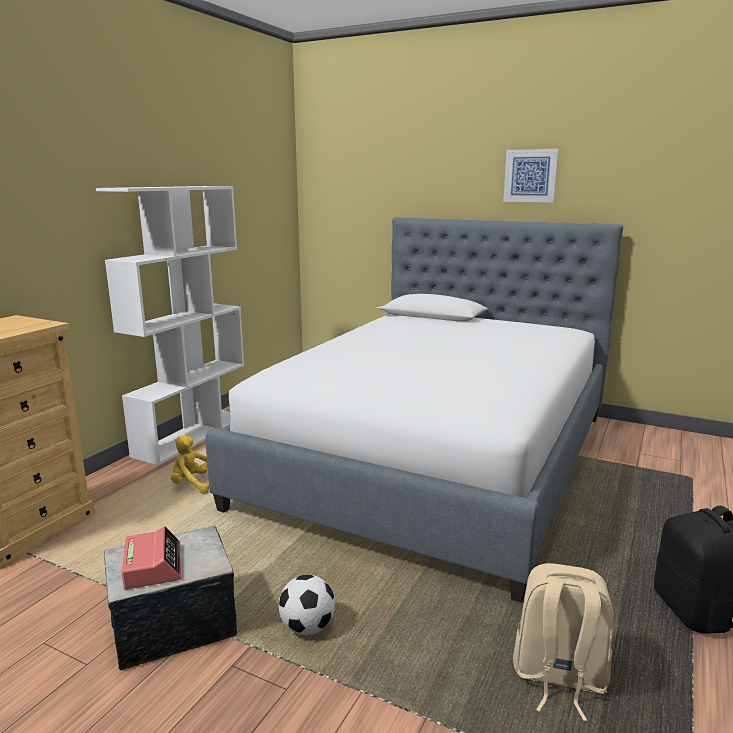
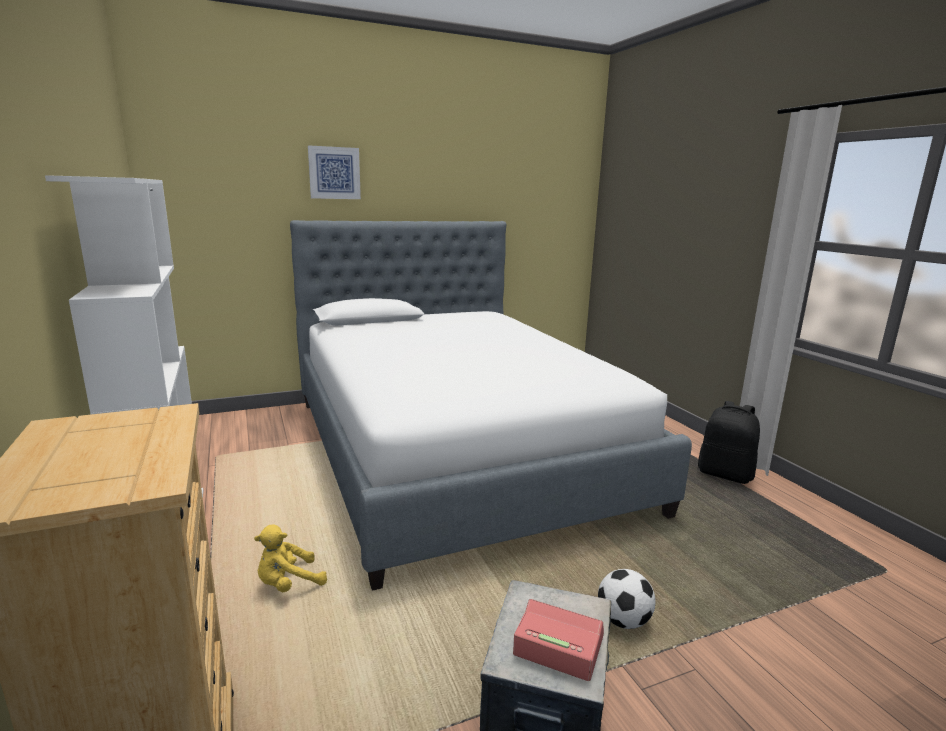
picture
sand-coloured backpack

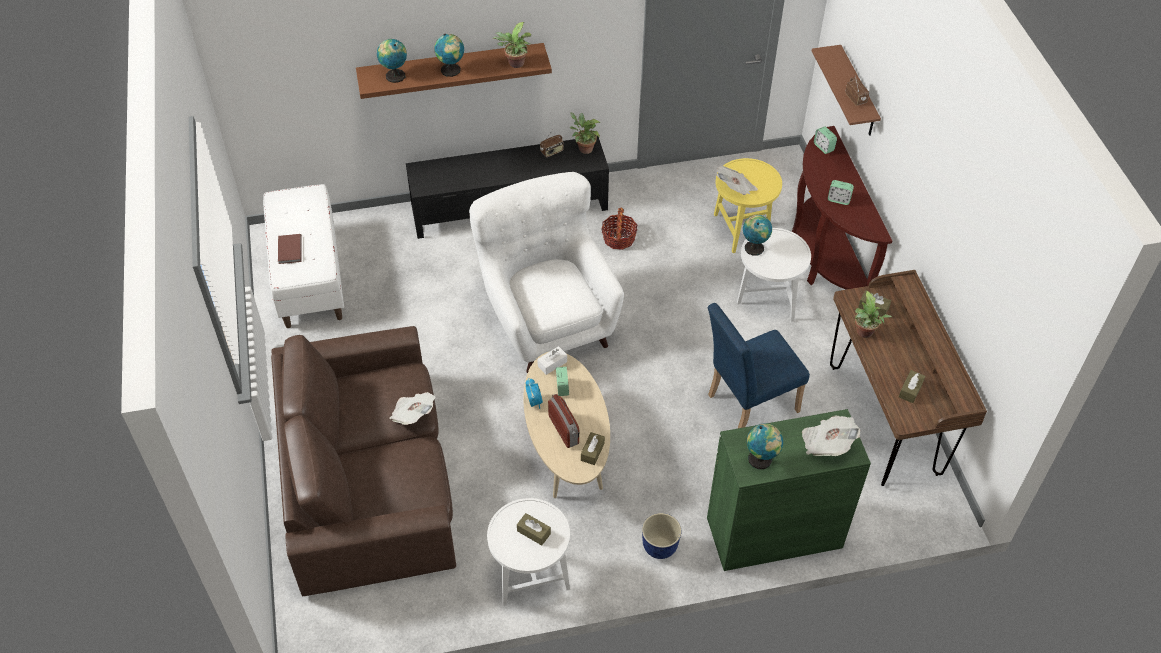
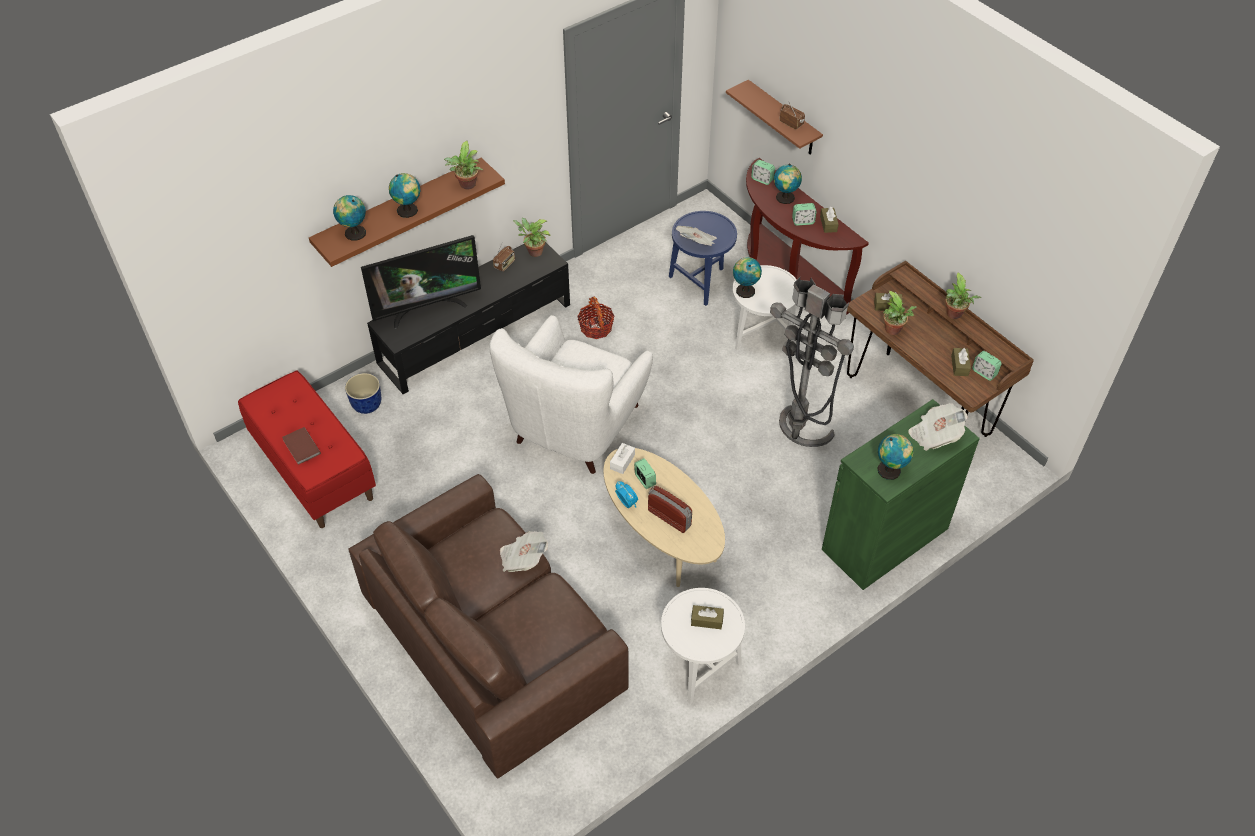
red long seat
whitish armchair
brown-coloured tissue box (no. 2 from left)
plant pot
gray standard lamp
blue-coloured accent table
TV
globe (no. 4 from left)
potted plant (no. 4 from left)
alarm clock (no. 5 from left)

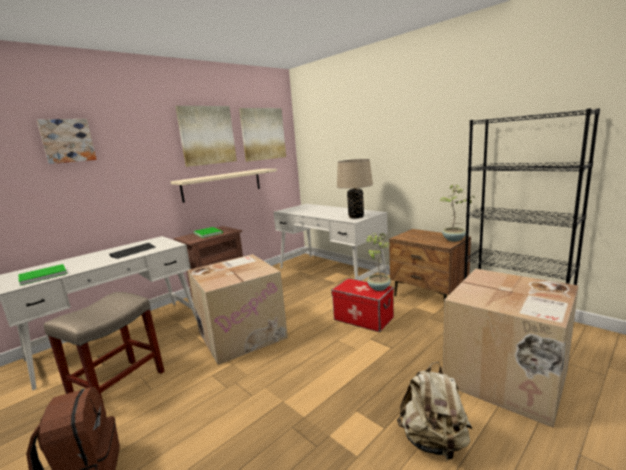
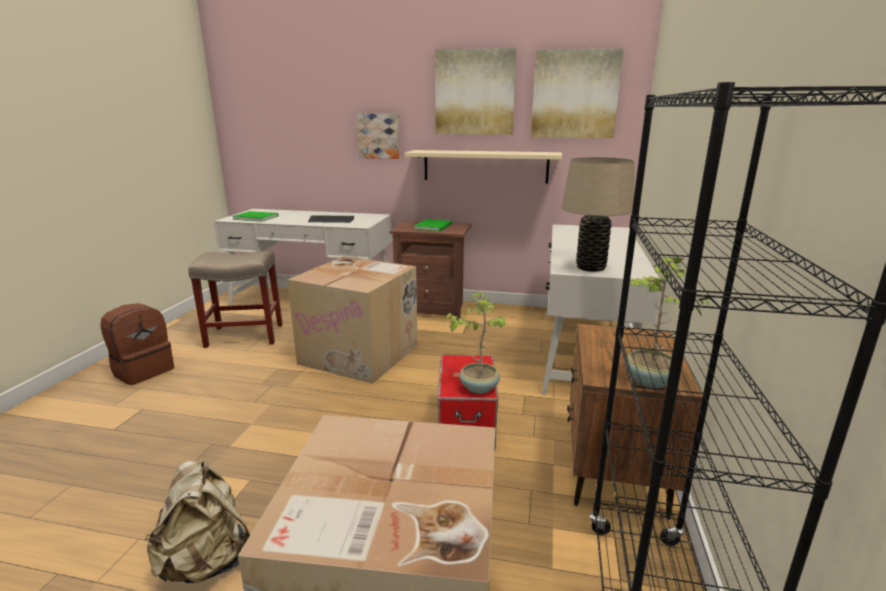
picture (no. 1 from left)

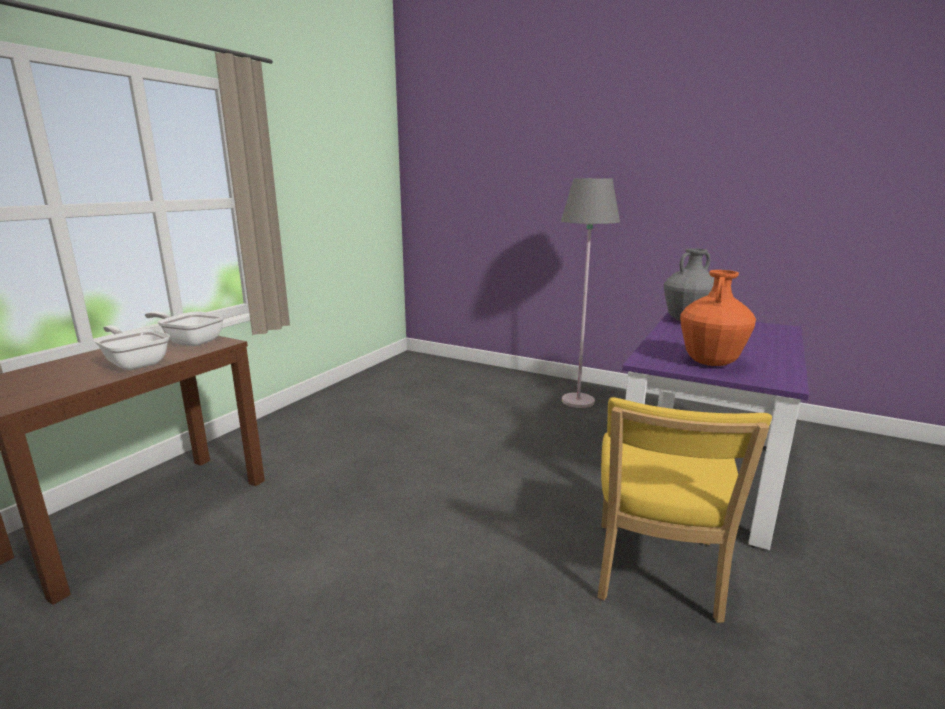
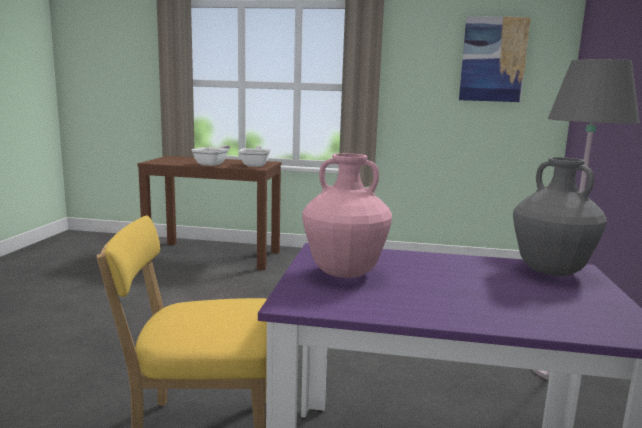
pink vase
picture

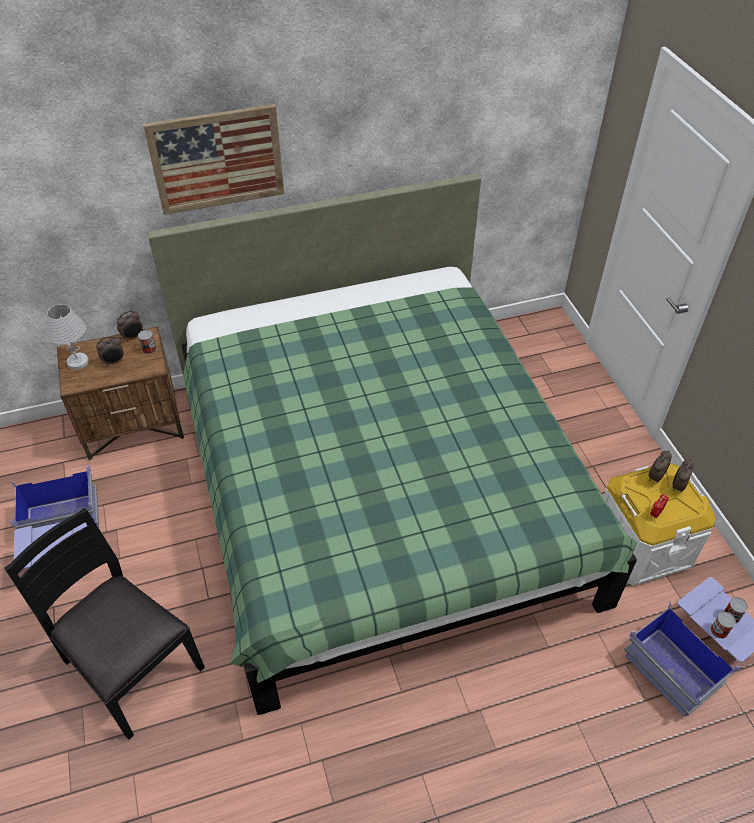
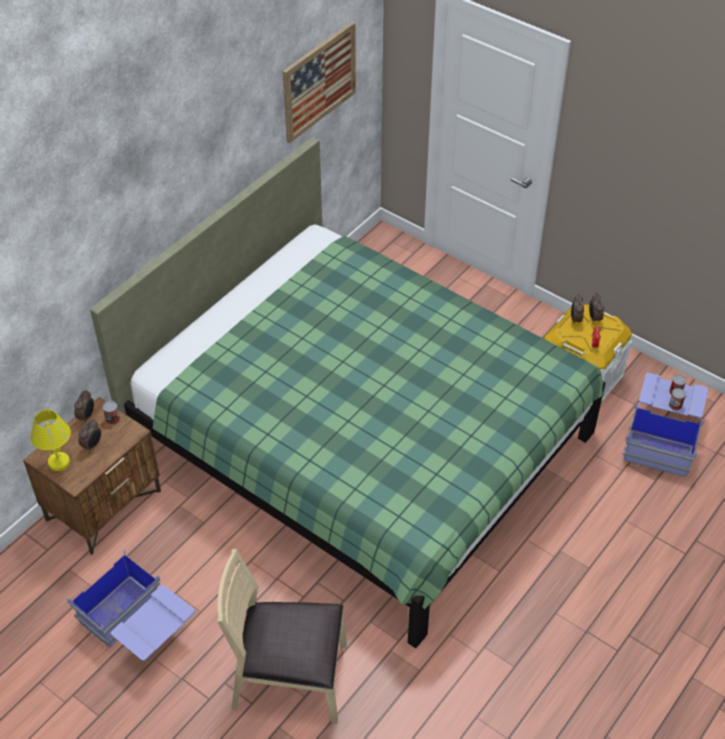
sand-coloured chair
yellow table lamp
picture

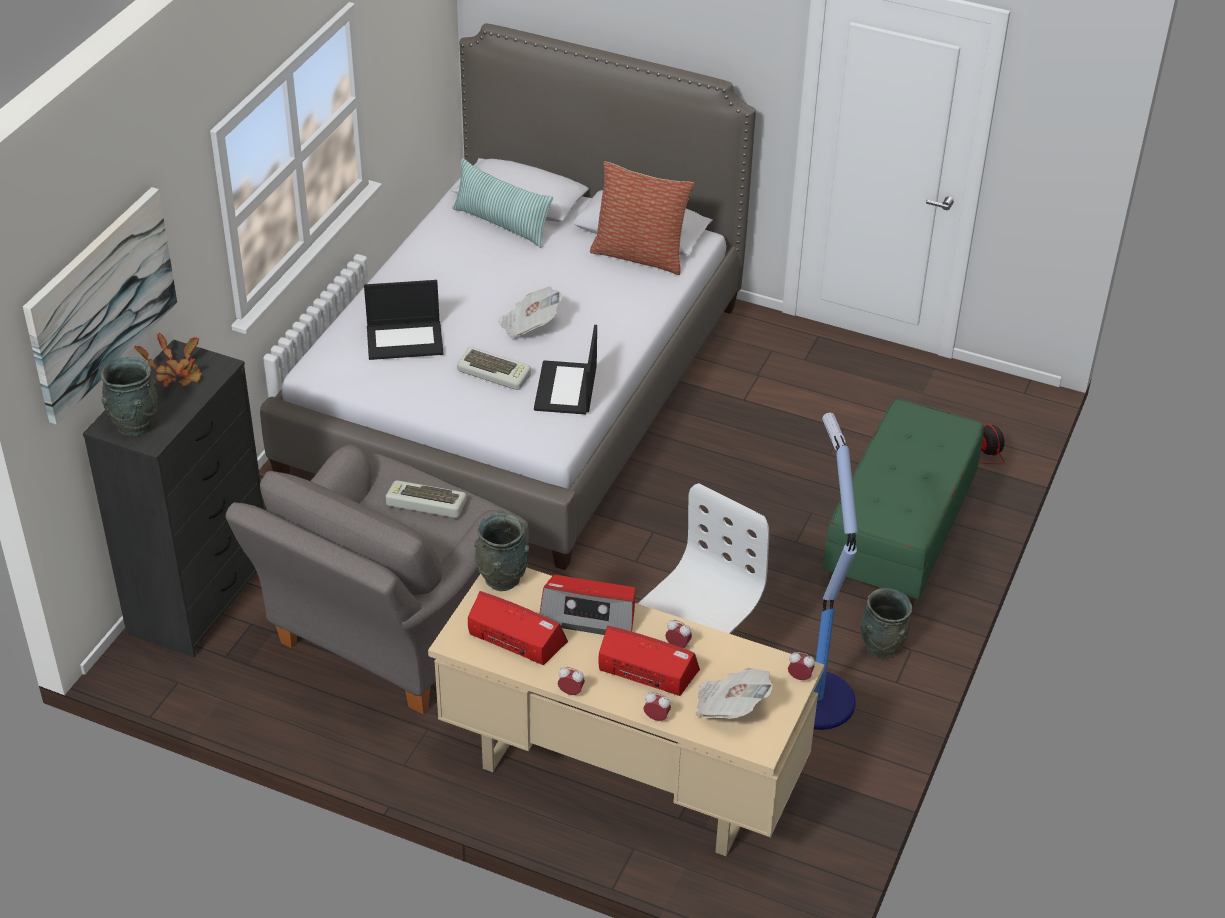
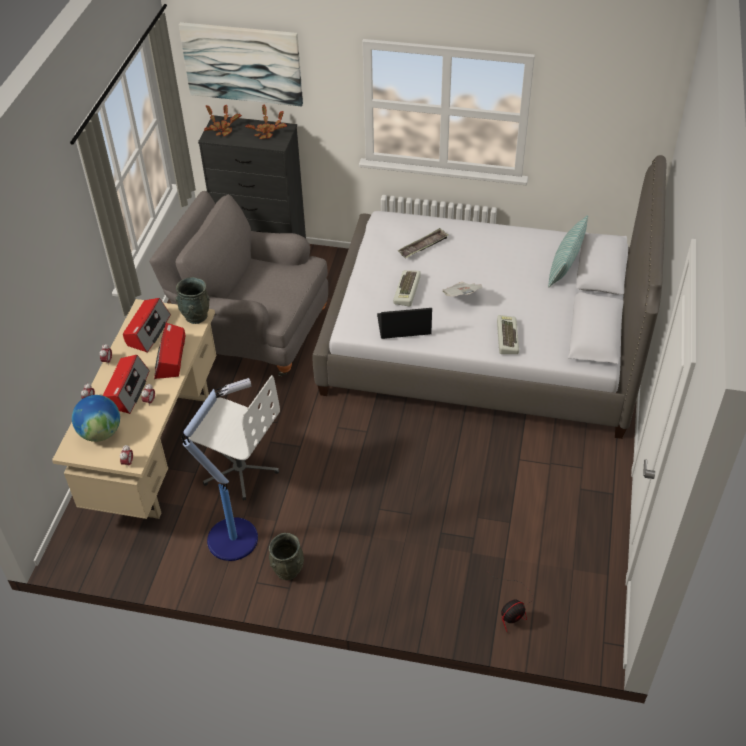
potted plant (no. 1 from left)
serving tray
keyboard (no. 2 from left)
cushion (no. 2 from left in the first image)
globe
greenish long seat

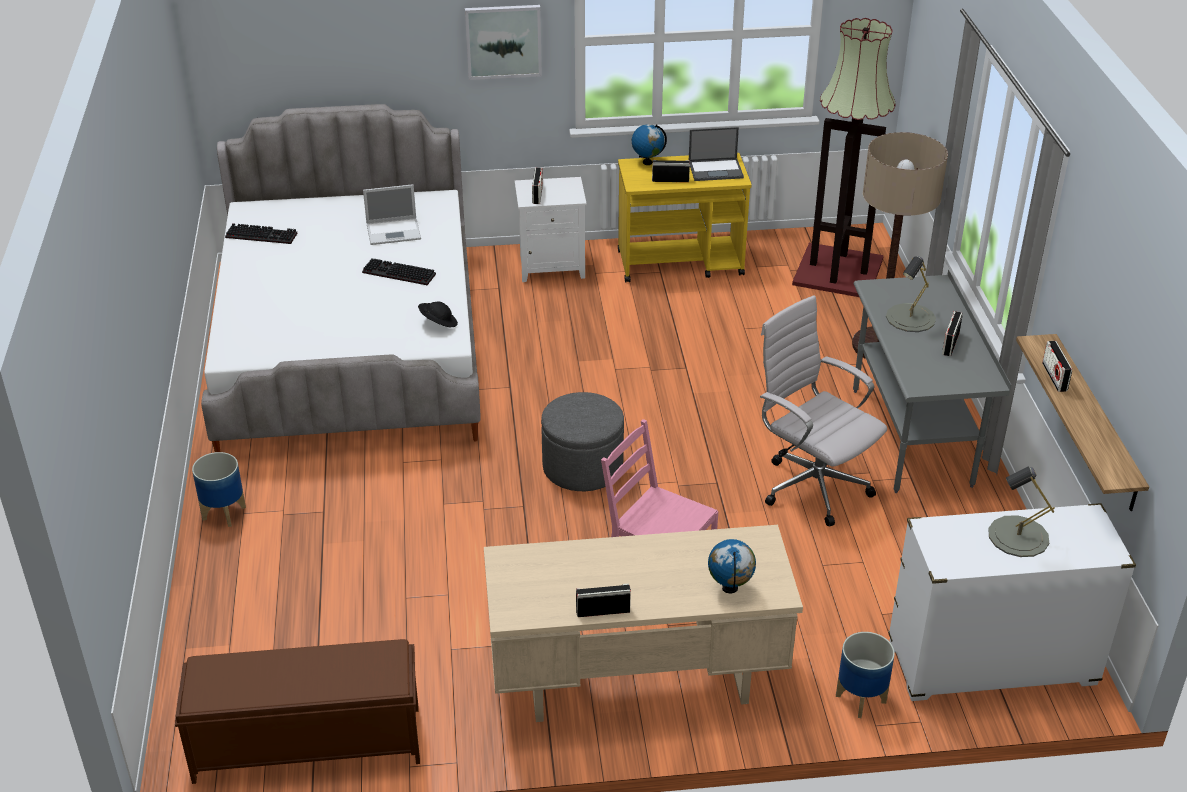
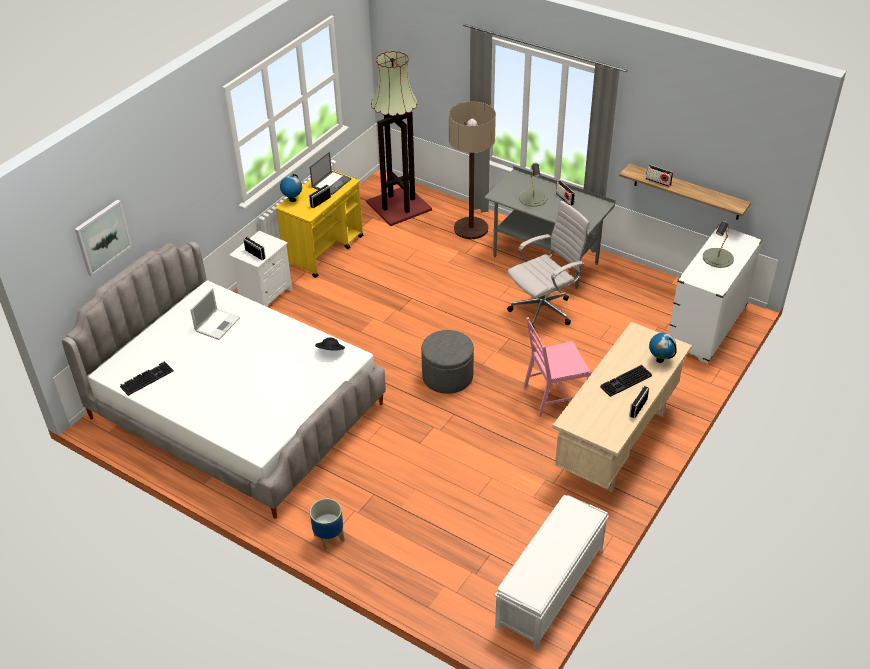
whitish long seat
keyboard (no. 2 from left)
picture
whitish office chair
plant pot (no. 2 from left in the first image)

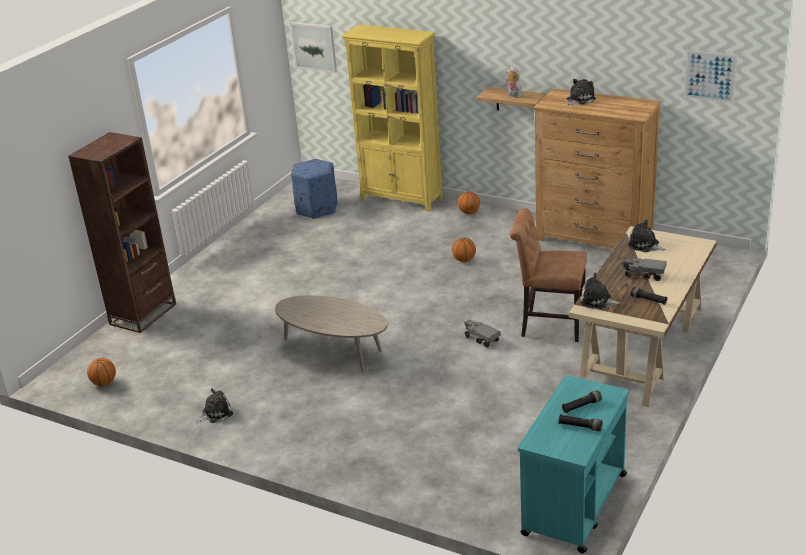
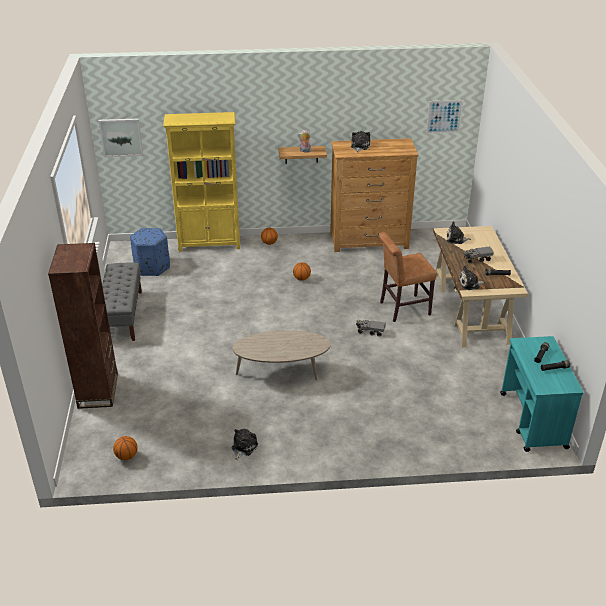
gray long seat

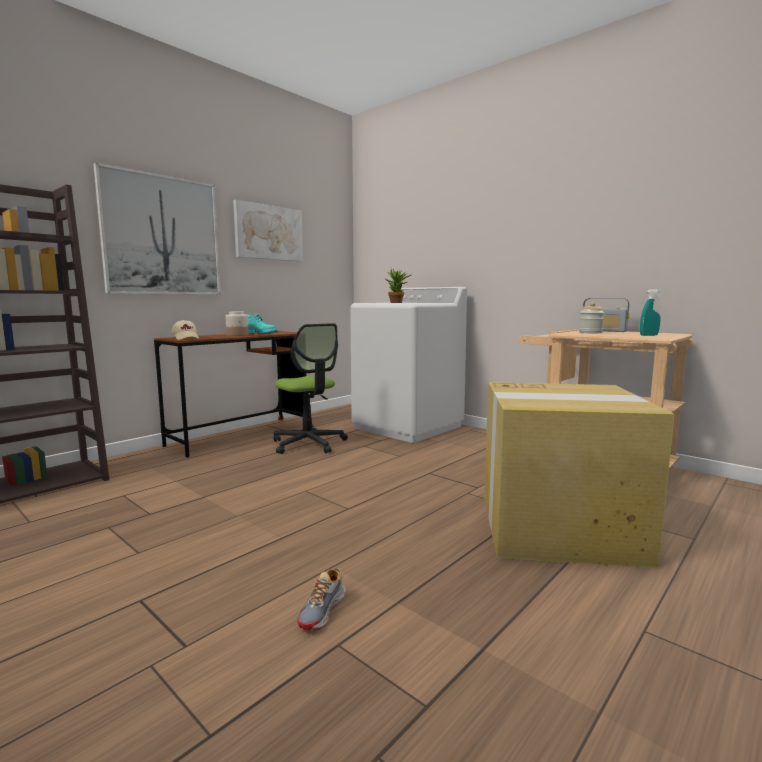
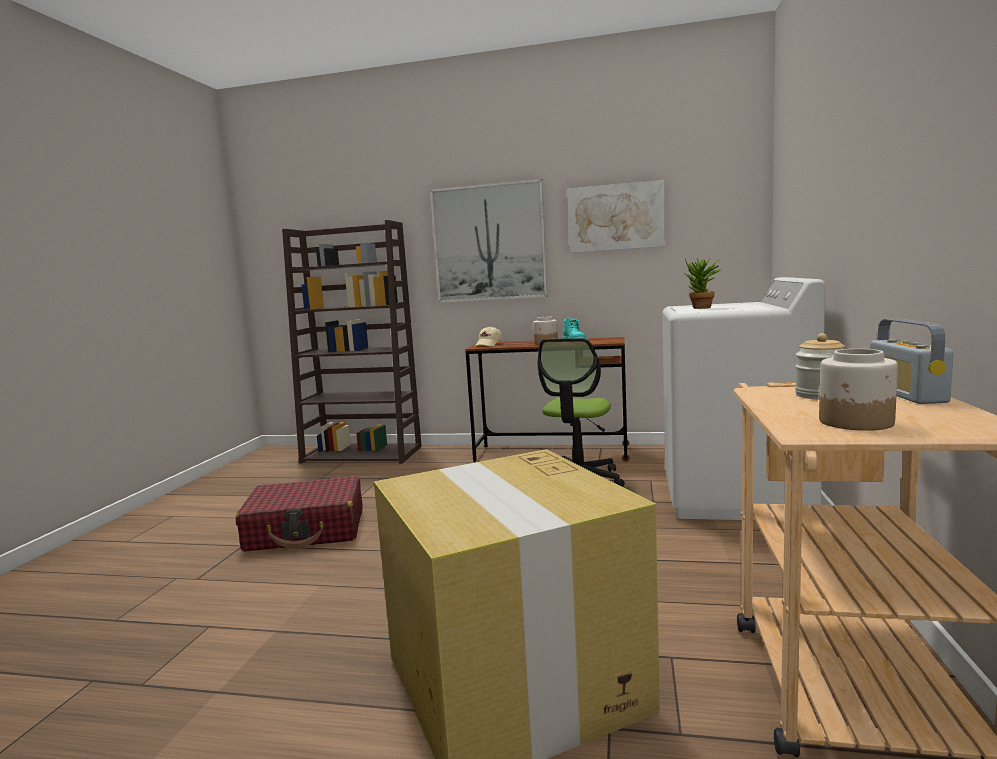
shoe
jar (no. 3 from left)
red piece of luggage

